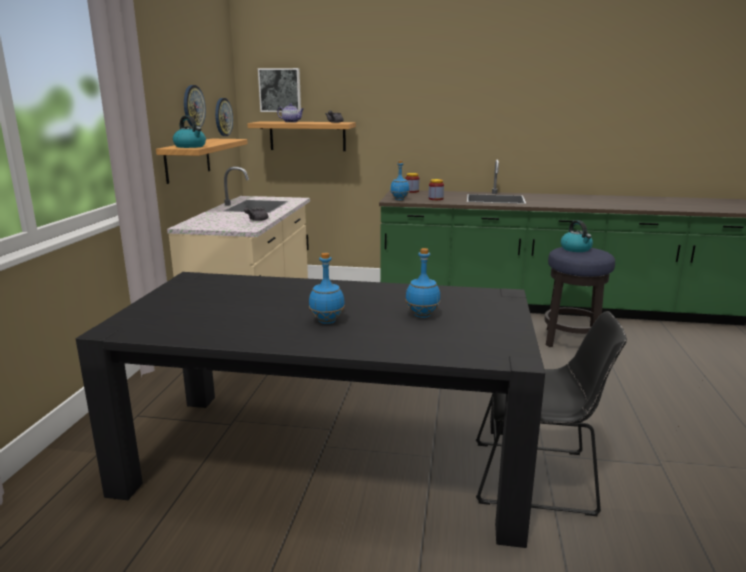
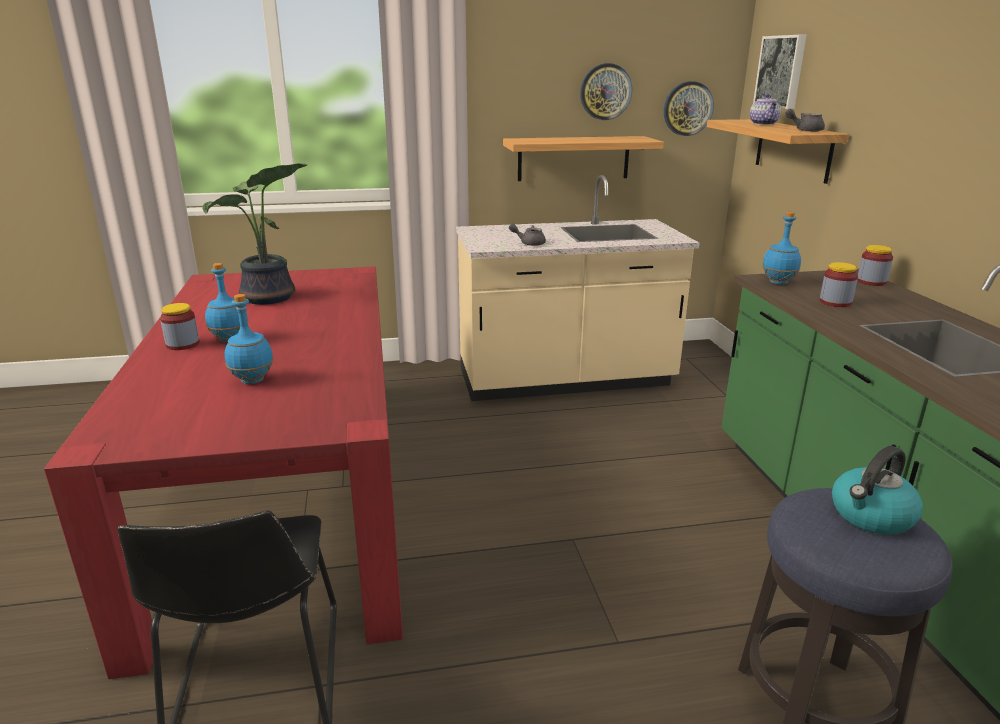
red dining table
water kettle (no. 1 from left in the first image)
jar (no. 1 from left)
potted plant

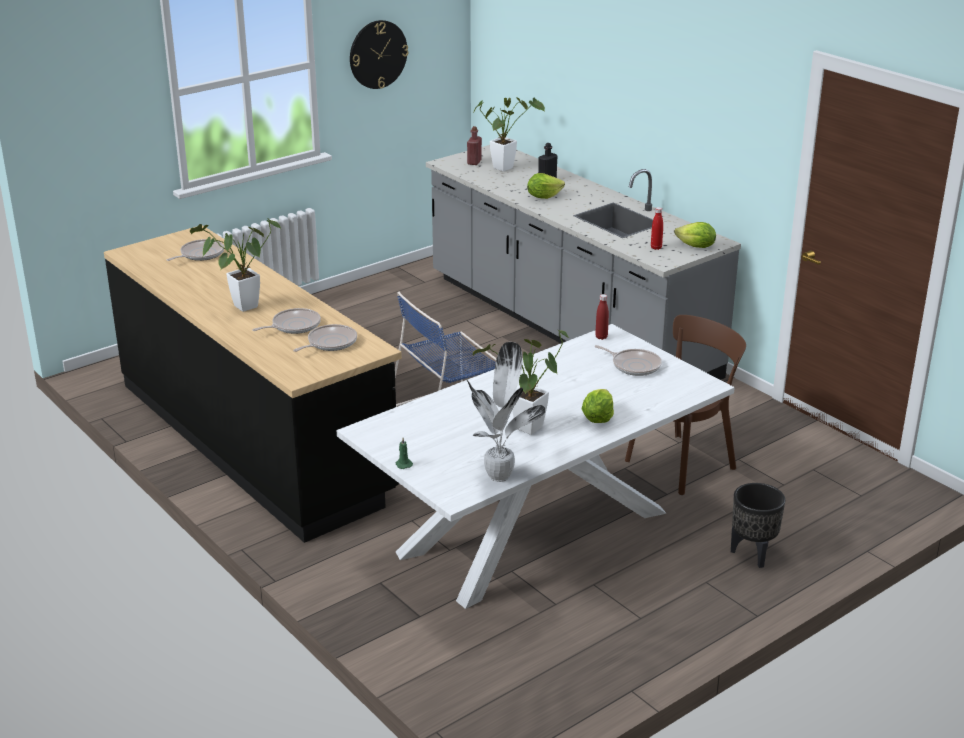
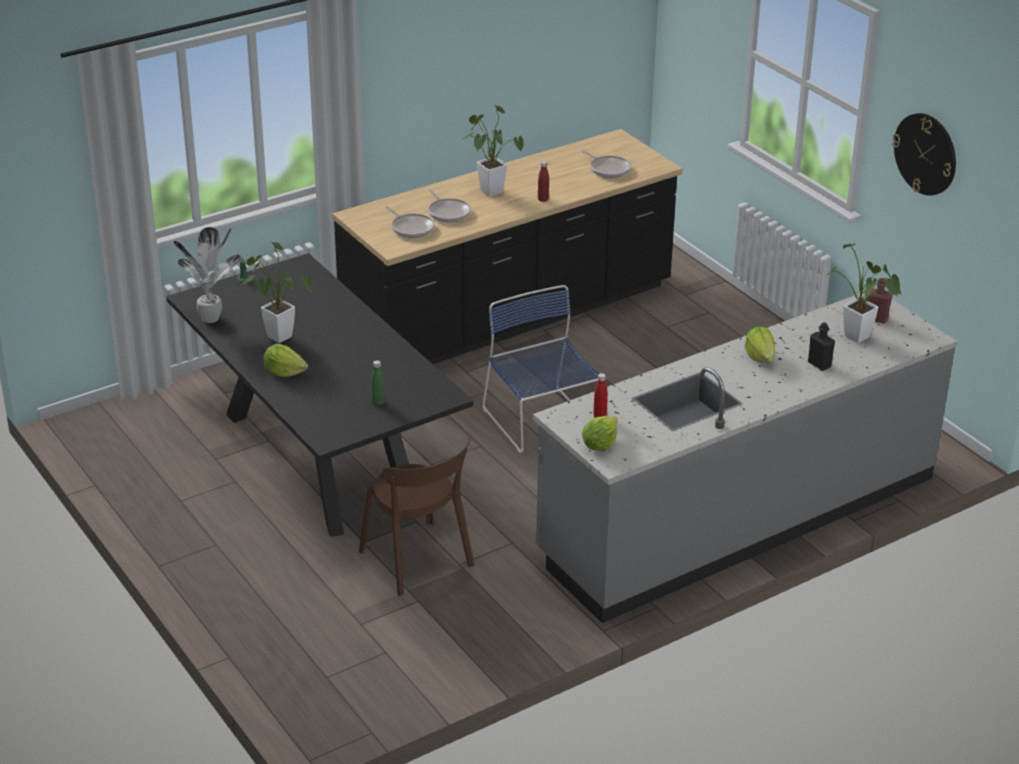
blackish dining table
greenish beverage bottle
red beverage bottle (no. 1 from left)
blackish plant pot

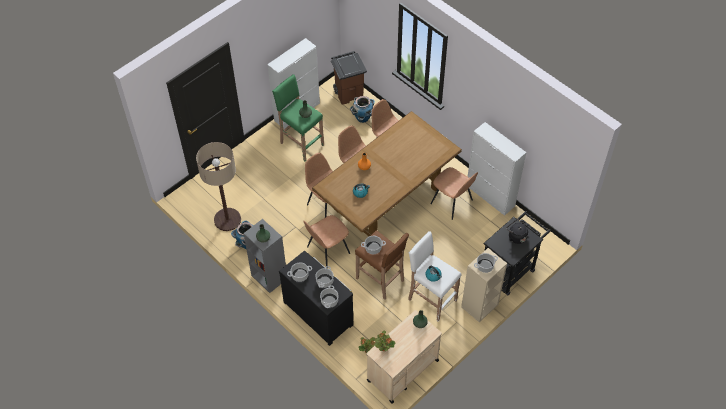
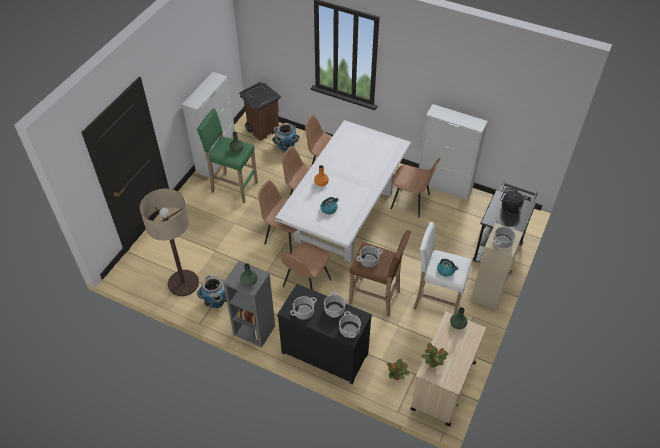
whitish dining table

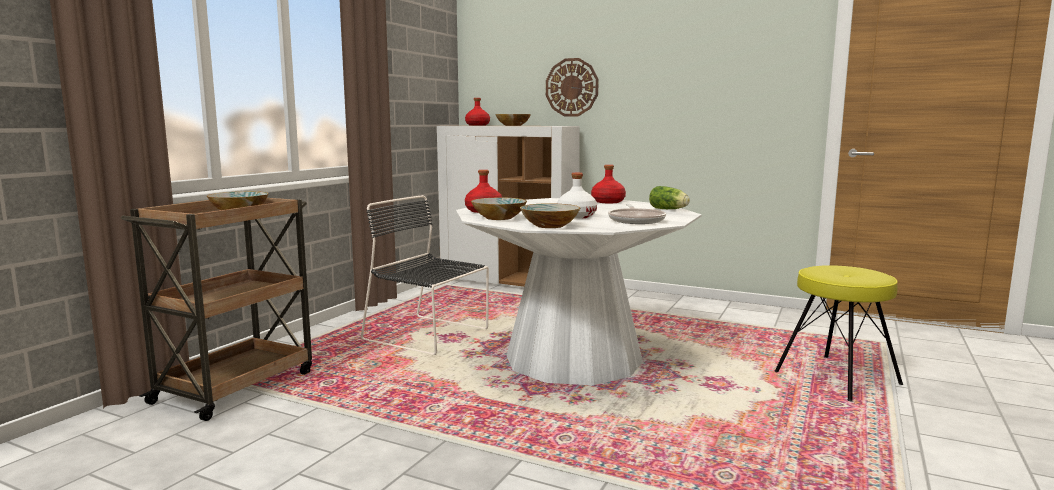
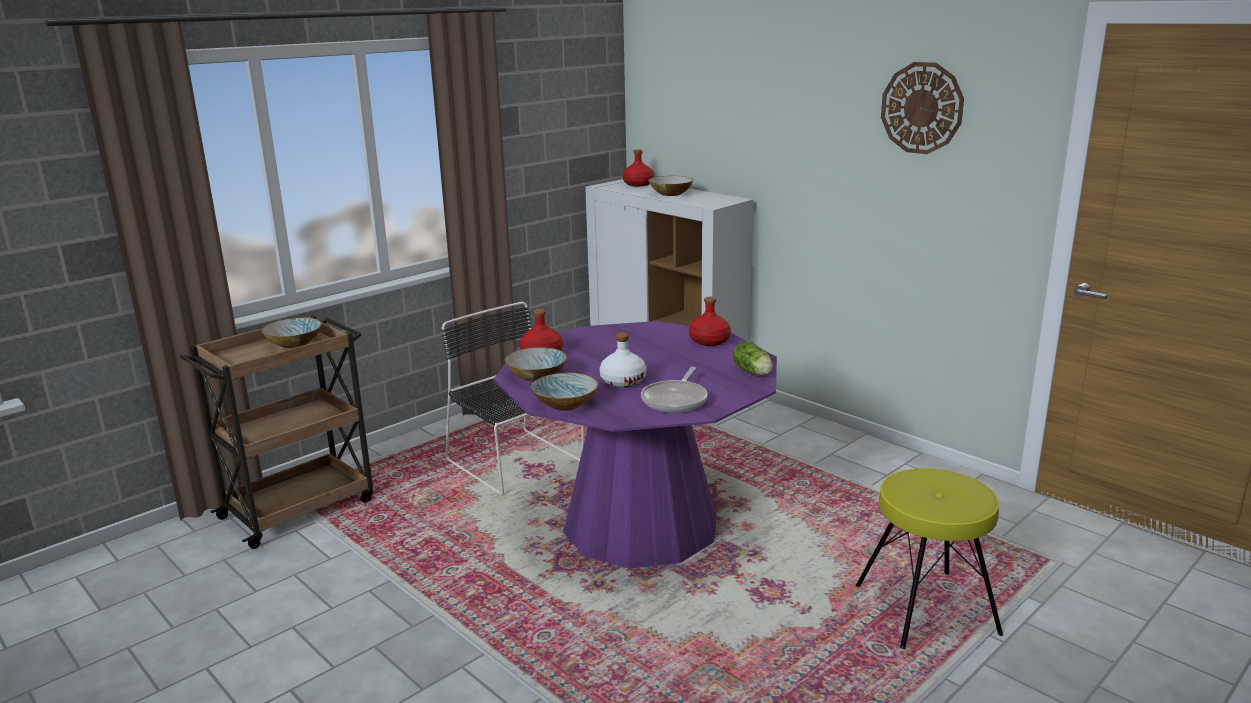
purple dining table
clock on the wall

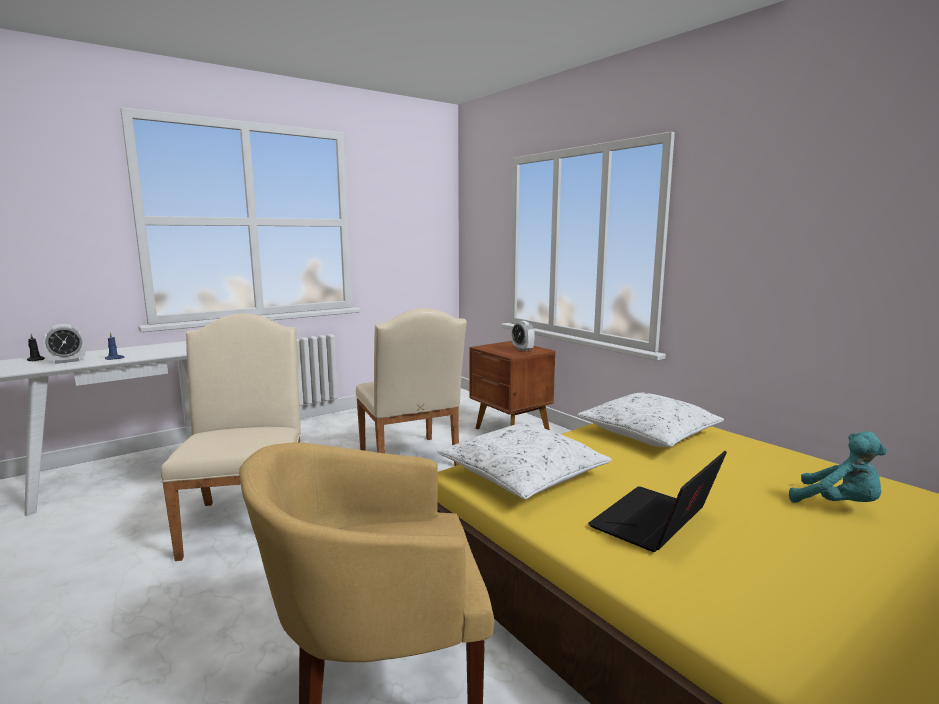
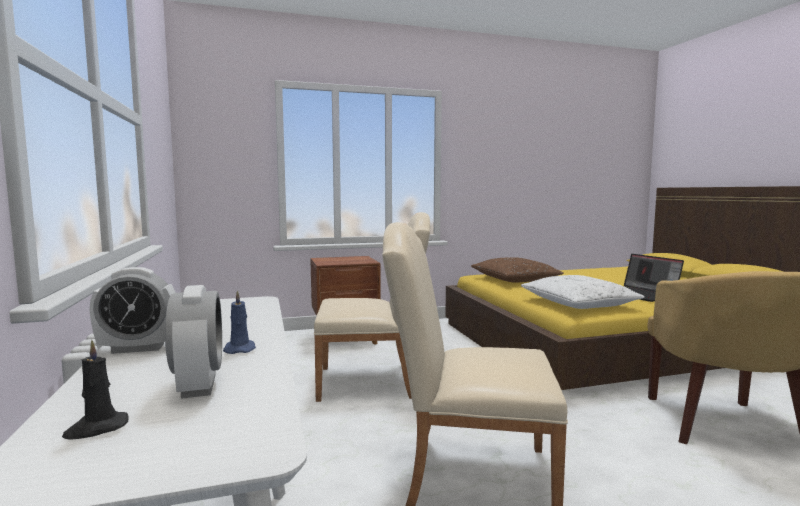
alarm clock (no. 1 from left)
brown-coloured cushion
turquoise cuddly toy

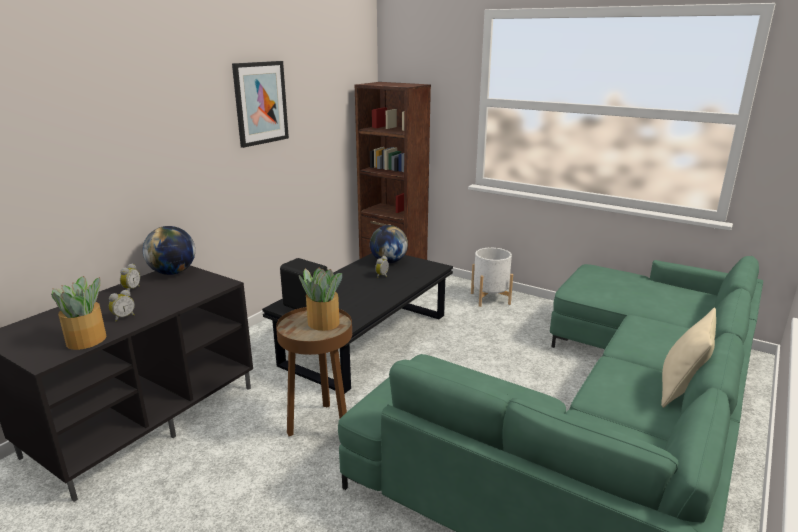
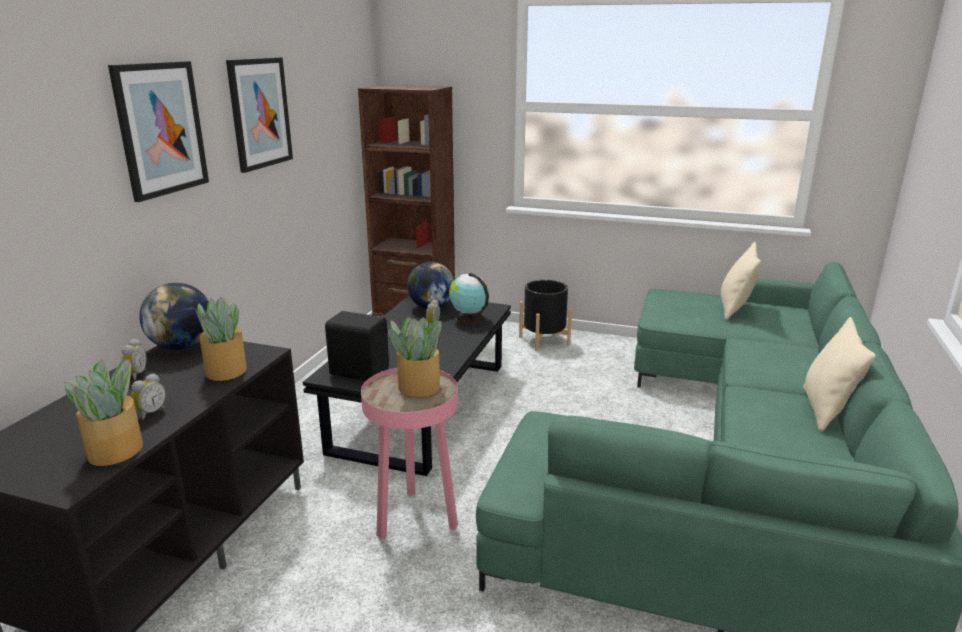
pink accent table
blackish plant pot
picture (no. 1 from left)
potted plant (no. 2 from left)
globe (no. 3 from left)
sand-coloured cushion (no. 1 from left)

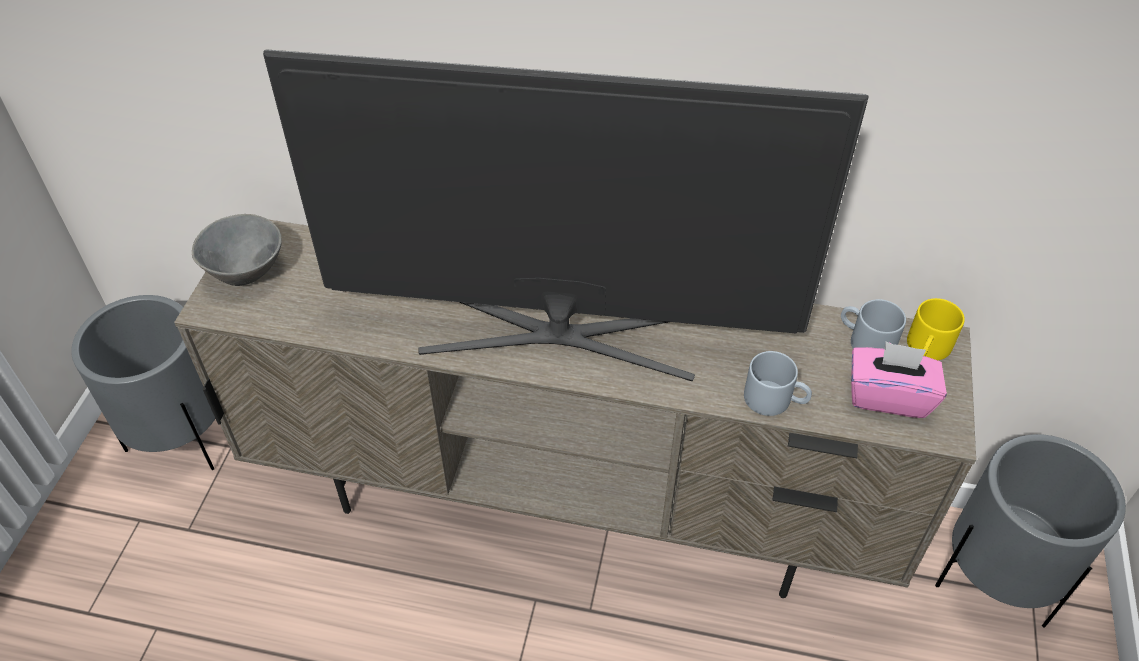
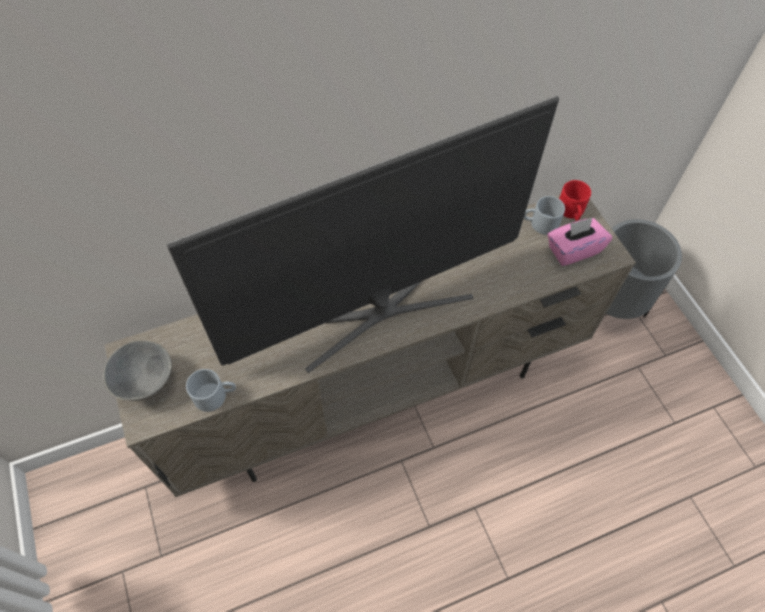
gray plant pot (no. 1 from left in the first image)
gray mug (no. 1 from left)
red mug

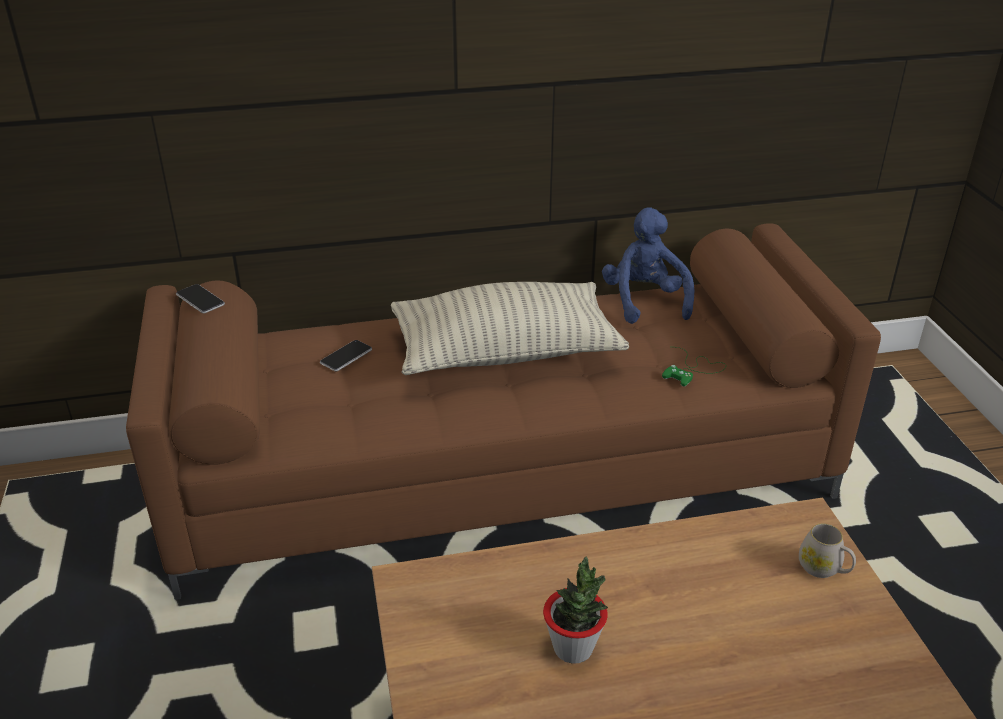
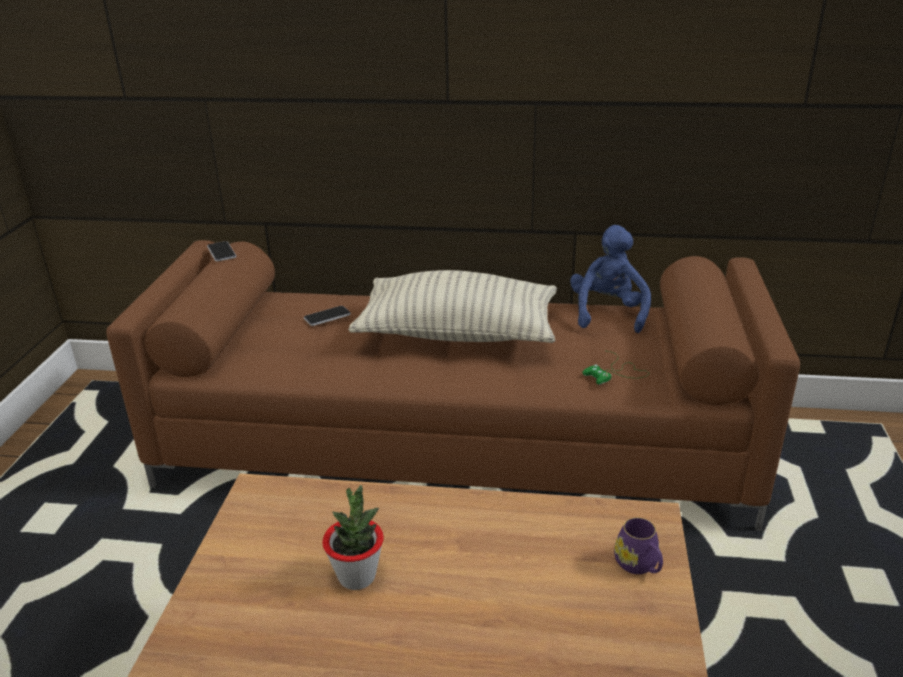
purple mug

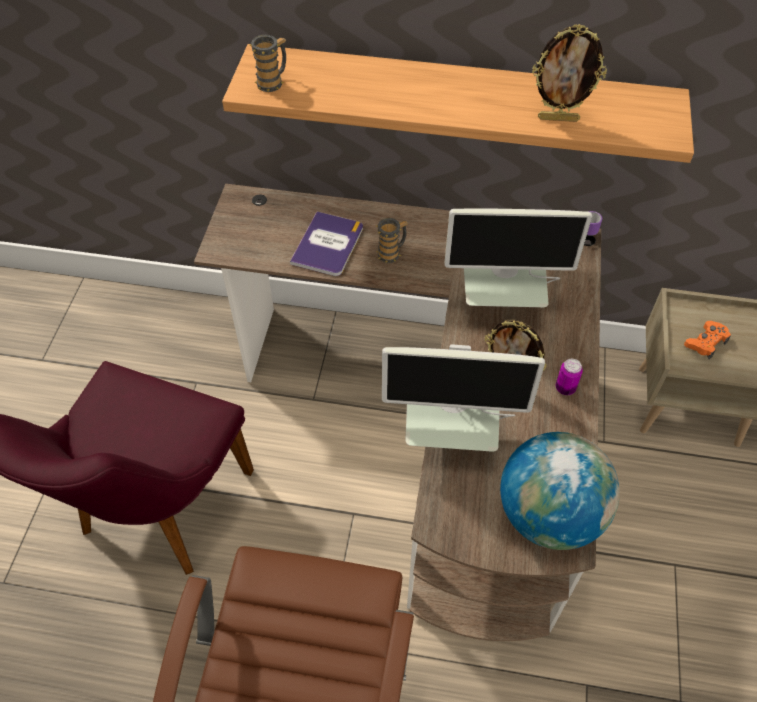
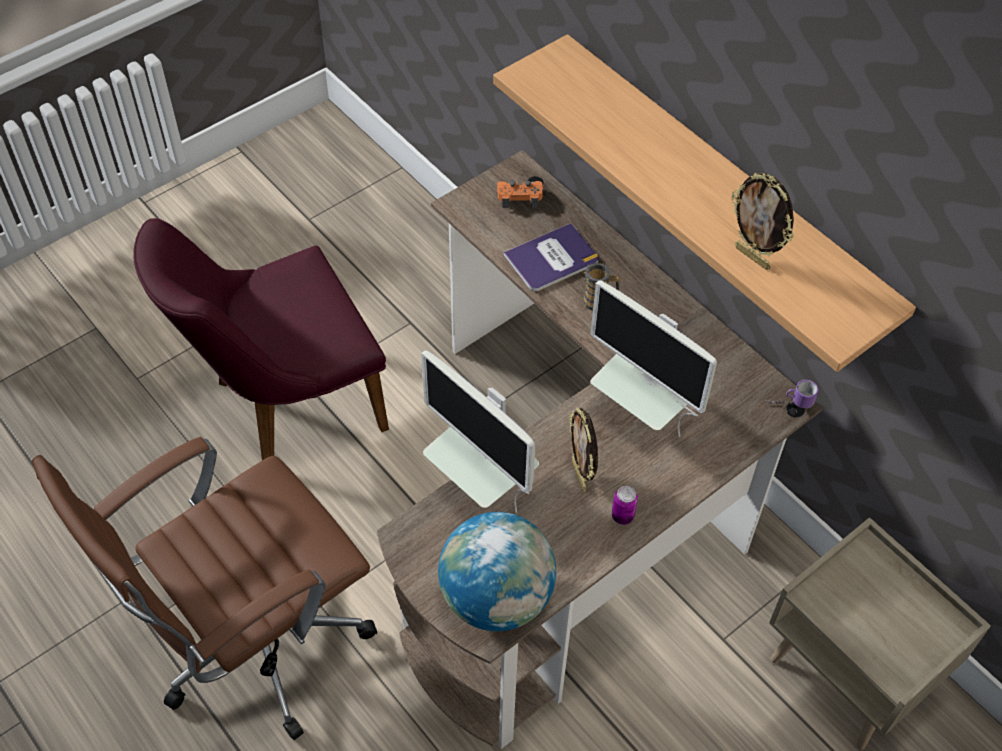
mug (no. 1 from left in the first image)
orange-coloured gamepad

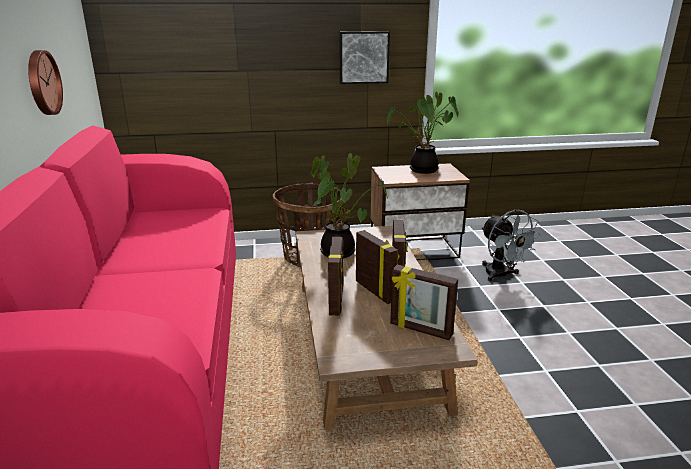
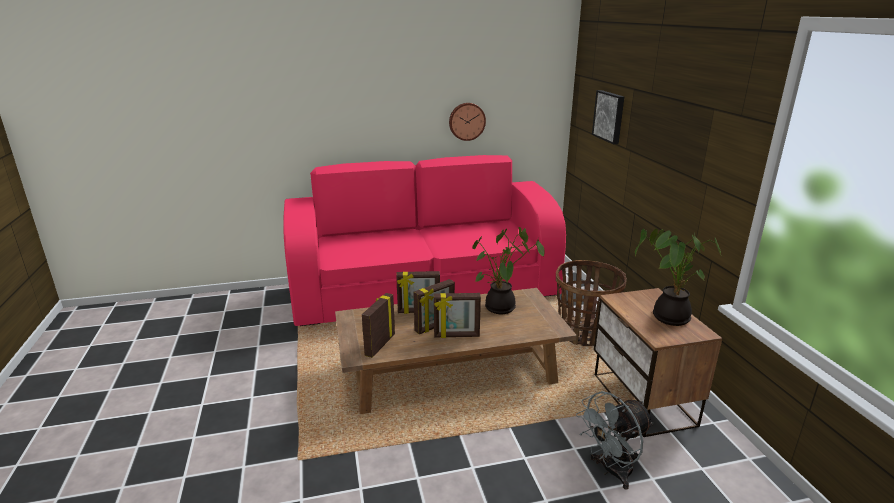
picture

